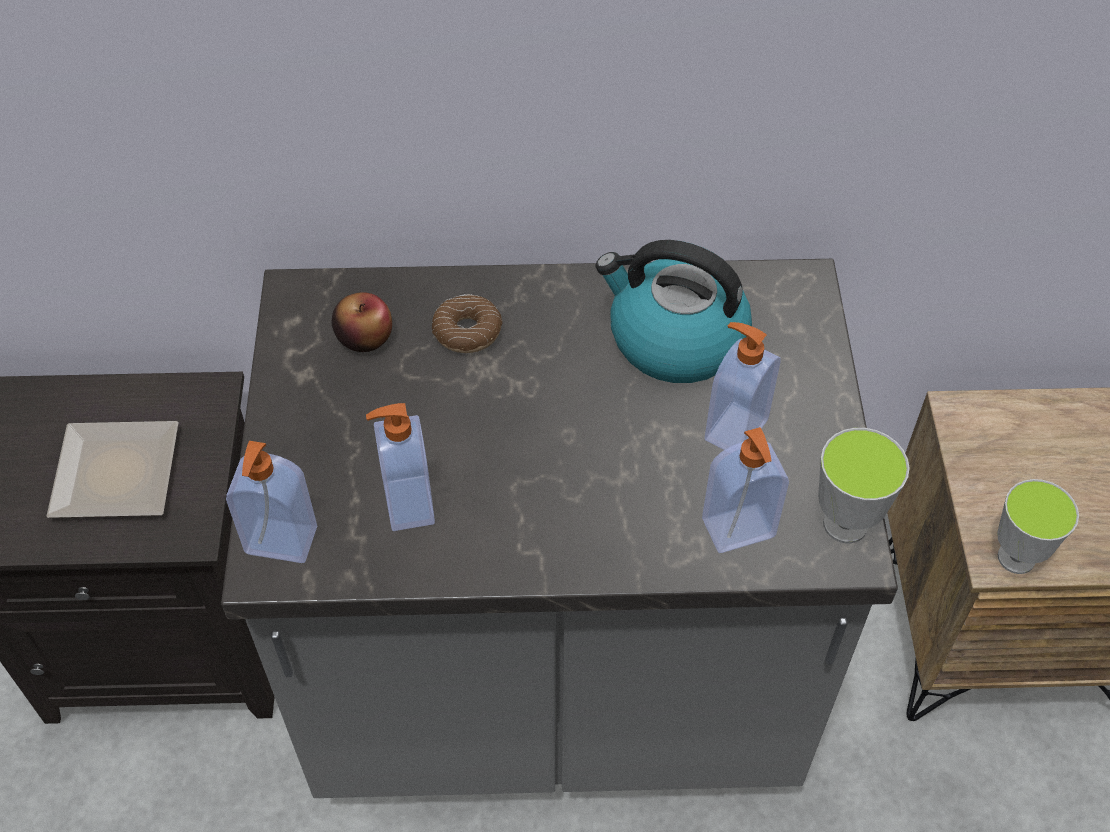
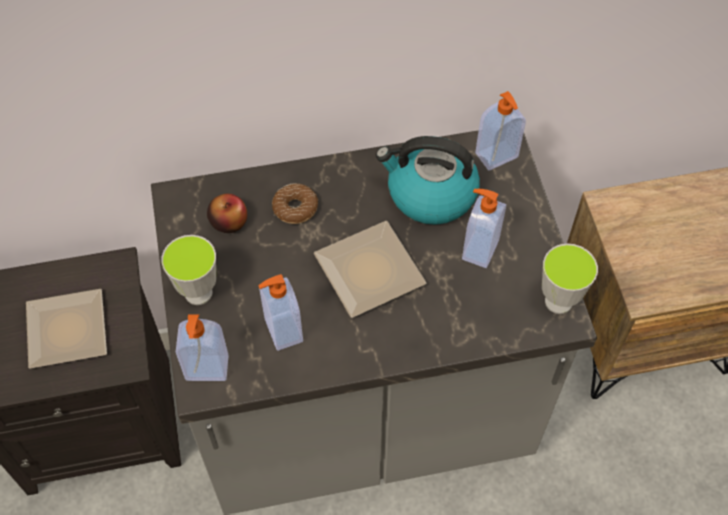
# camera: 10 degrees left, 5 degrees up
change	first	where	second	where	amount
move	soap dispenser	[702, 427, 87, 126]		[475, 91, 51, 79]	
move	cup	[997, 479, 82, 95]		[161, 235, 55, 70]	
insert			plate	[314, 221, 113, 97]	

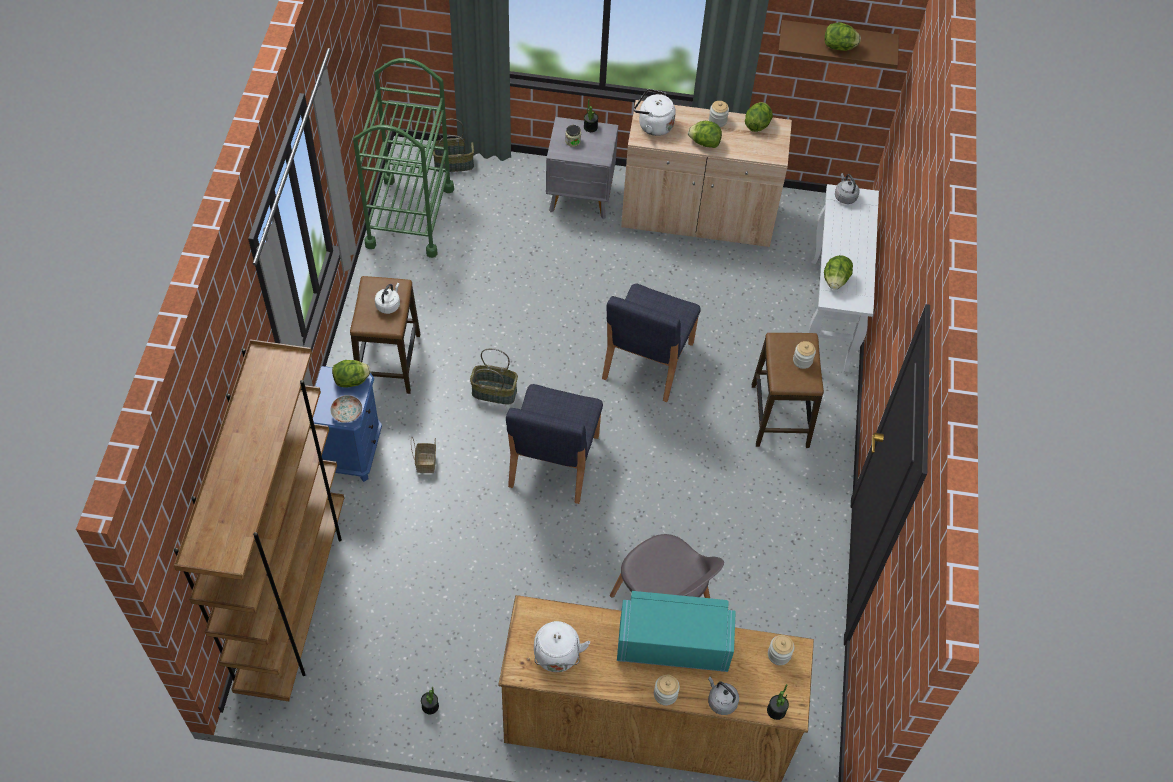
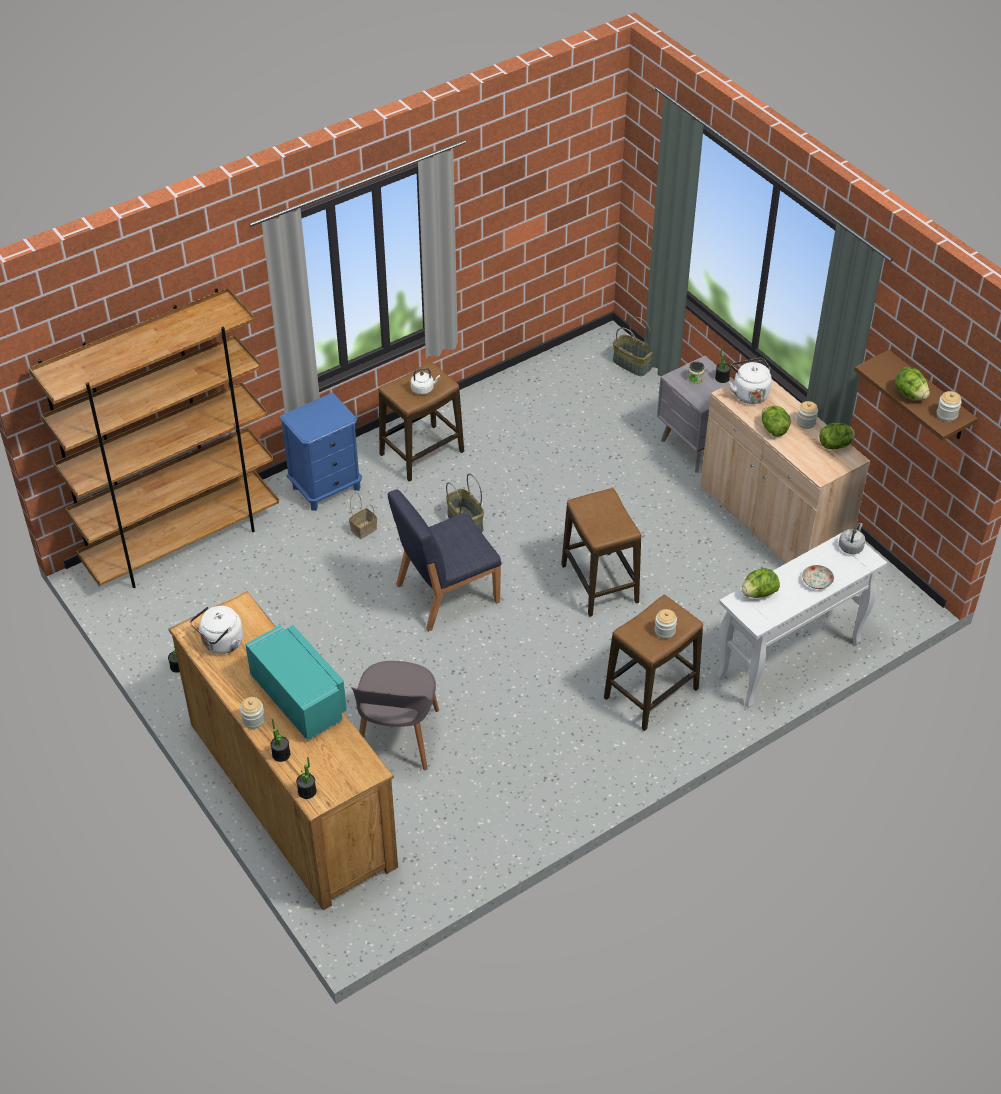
# camera: 50 degrees right, 10 degrees down
change	first	where	second	where	amount
move	plate	[331, 395, 31, 28]		[802, 565, 32, 24]	
delete	lettuce	[332, 360, 38, 27]			
delete	cart in green	[353, 58, 101, 200]			
replace	chair in blue	[602, 284, 99, 118]	stool	[561, 488, 80, 129]	
replace	kettle in grey	[708, 677, 31, 38]	potted plant	[270, 718, 20, 44]	
move	jar	[768, 635, 26, 31]		[937, 391, 25, 31]	

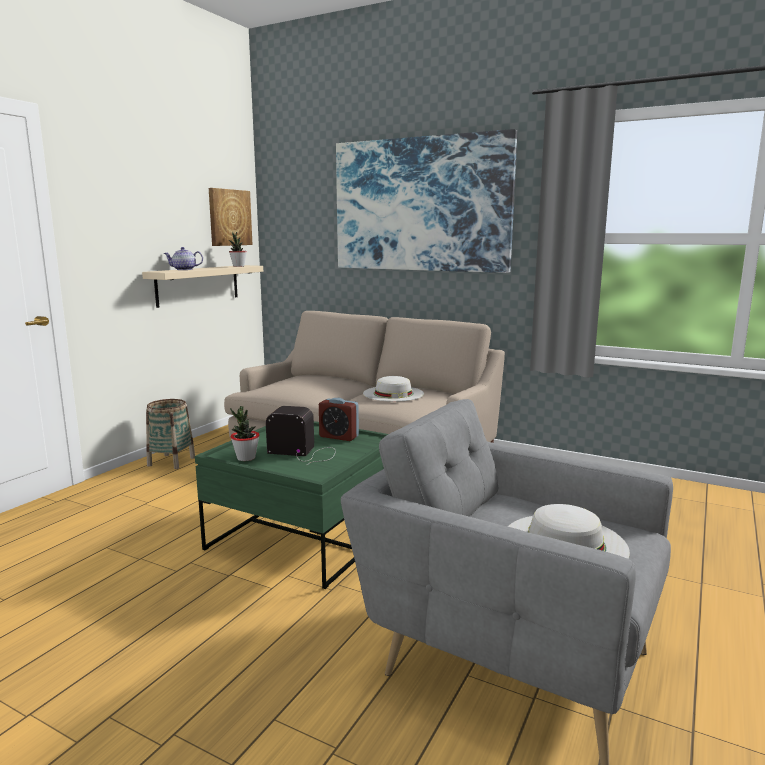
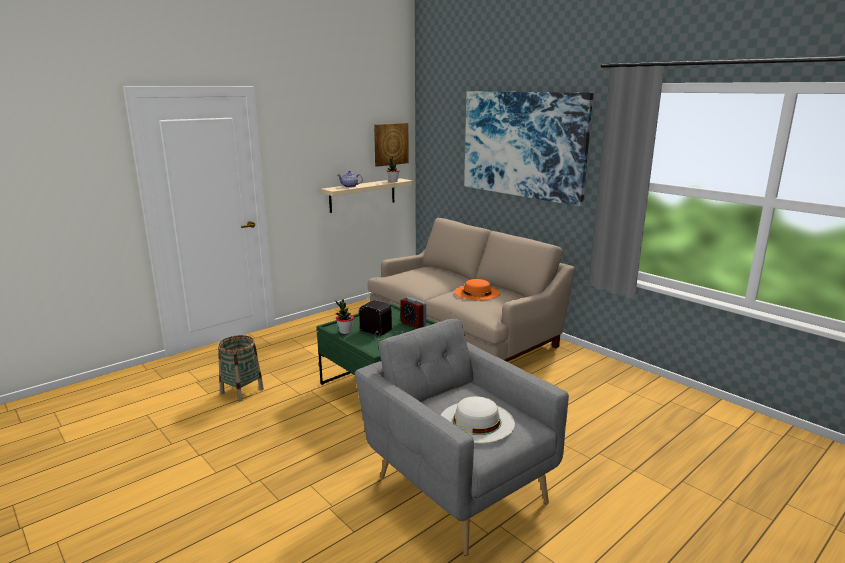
# camera: 20 degrees right, 5 degrees up
change	first	where	second	where	amount
move	basket	[146, 399, 49, 70]		[218, 335, 46, 67]	
recolor	hat in white	[363, 376, 61, 26]	hat in orange	[455, 279, 45, 21]	

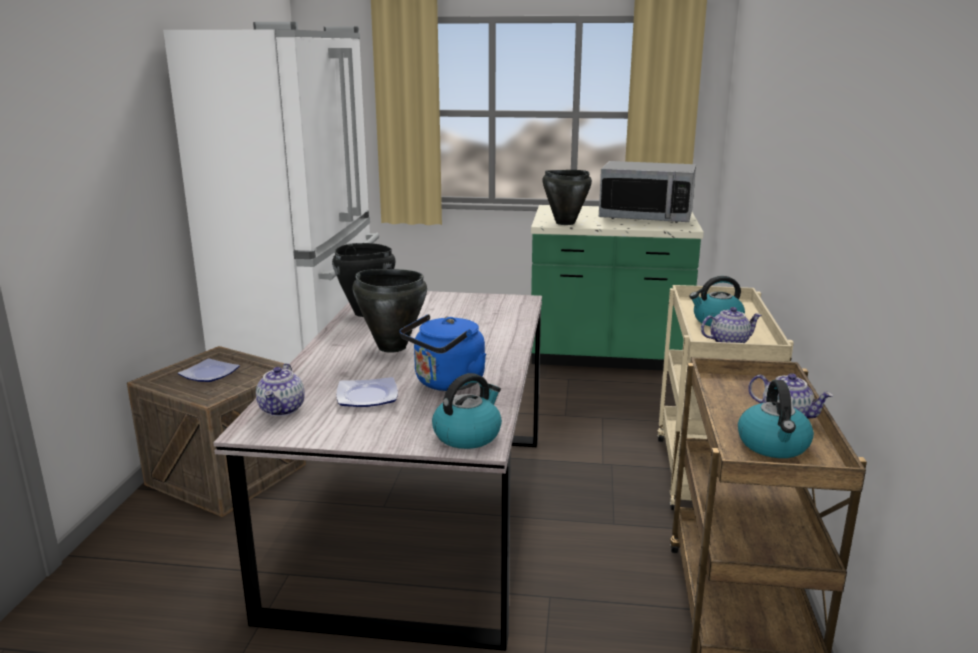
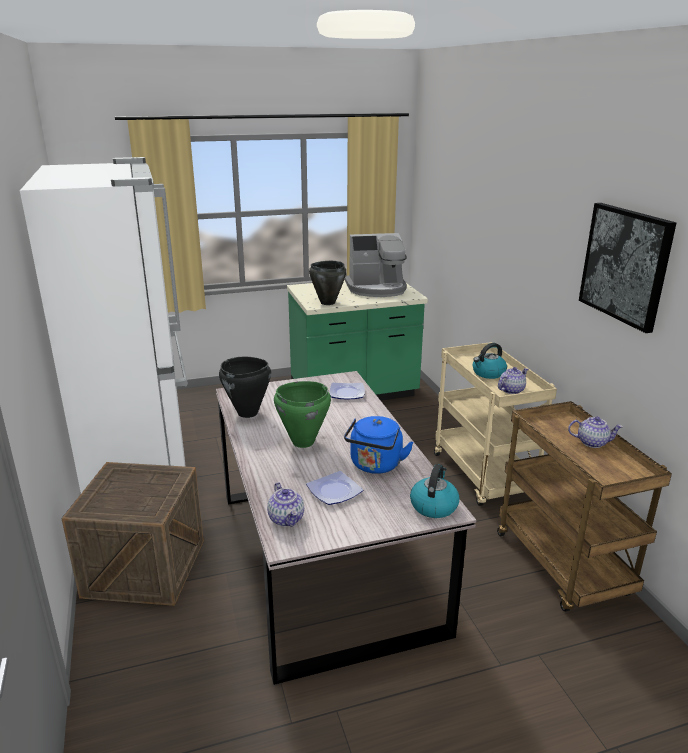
# camera: 25 degrees left, 5 degrees up
change	first	where	second	where	amount
move	plate	[178, 358, 62, 24]		[330, 383, 35, 17]	
recolor	cooking pot in black	[353, 269, 74, 84]	cooking pot in green	[274, 381, 57, 67]	
replace	microwave	[599, 161, 97, 62]	coffee machine	[345, 233, 62, 64]	
delete	kettle	[738, 380, 76, 78]			
insert			picture	[579, 203, 98, 130]	

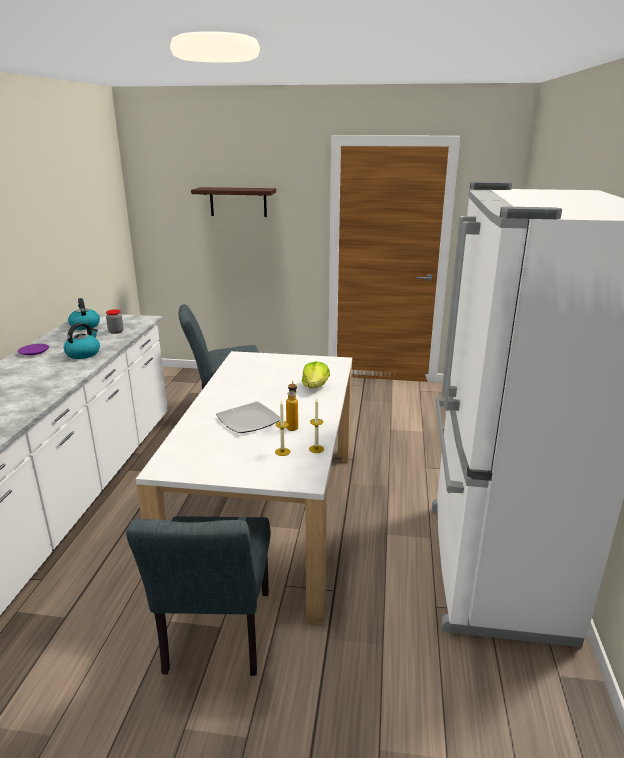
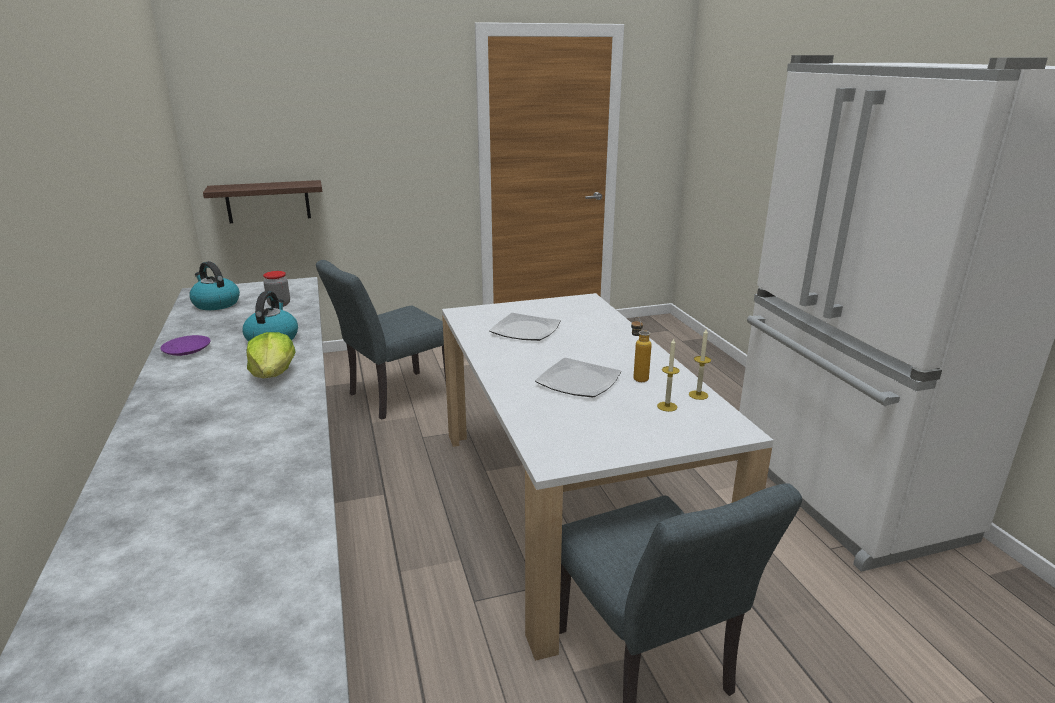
# camera: 25 degrees left, 0 degrees up
change	first	where	second	where	amount
move	shelf	[191, 187, 85, 30]		[203, 180, 119, 43]	
move	lettuce	[302, 361, 28, 27]		[247, 332, 49, 46]	
insert			plate	[489, 313, 72, 28]	

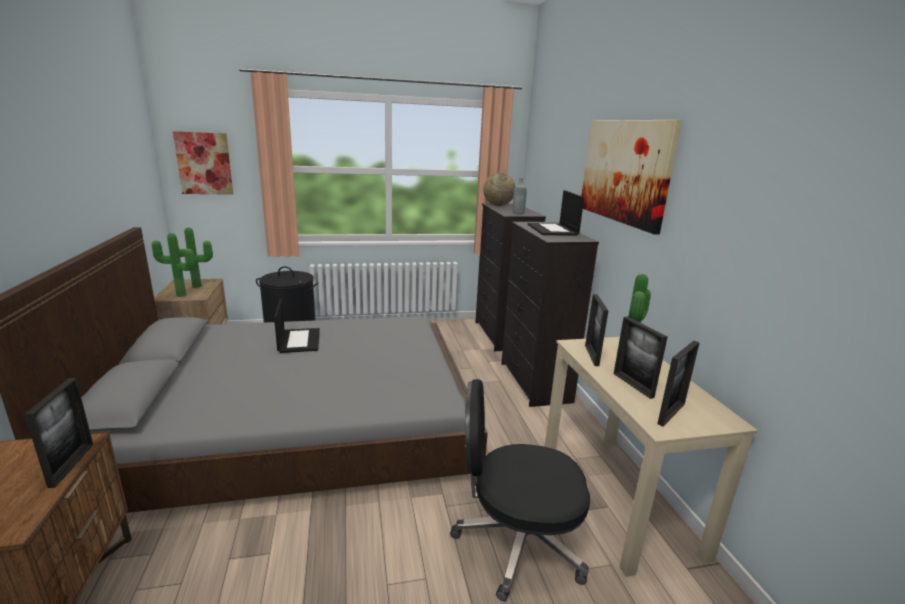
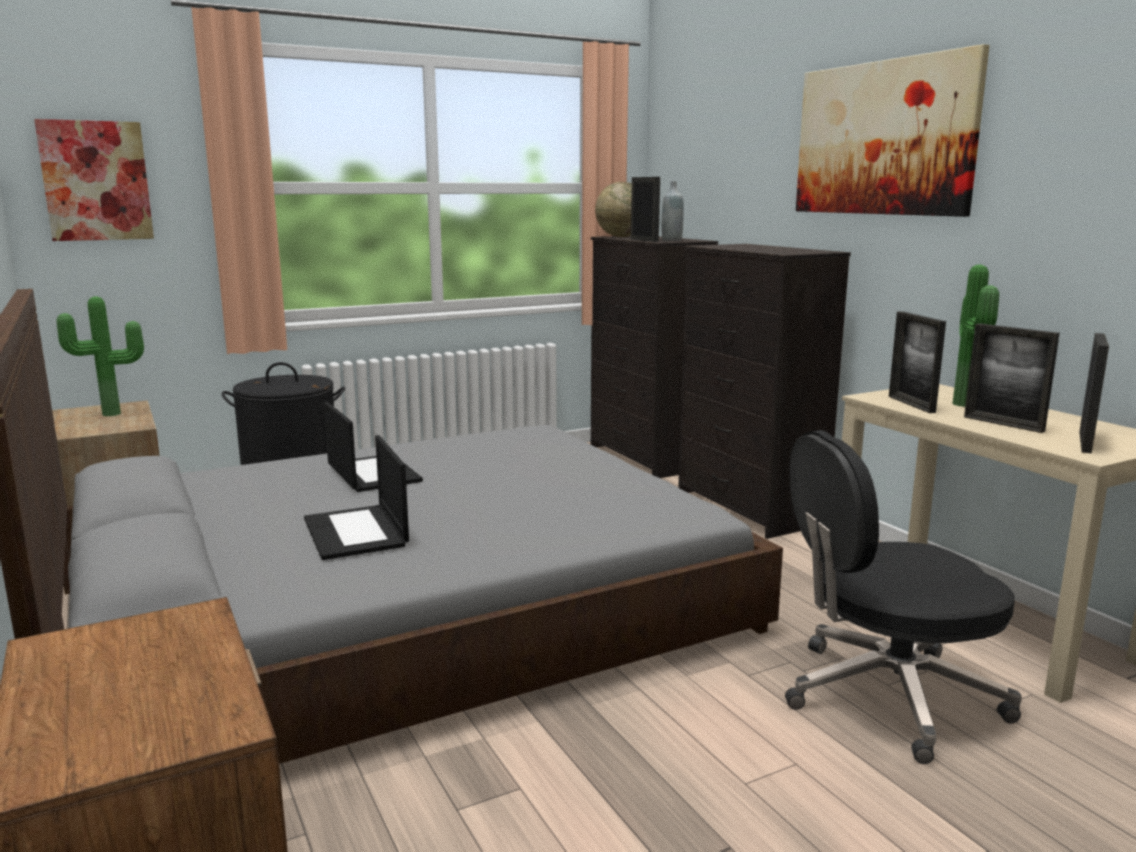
# camera: 15 degrees left, 5 degrees down
change	first	where	second	where	amount
move	picture frame	[24, 378, 69, 110]		[631, 177, 29, 65]	
delete	potted plant	[152, 233, 43, 64]			
move	laptop	[528, 190, 56, 46]		[304, 435, 105, 125]	

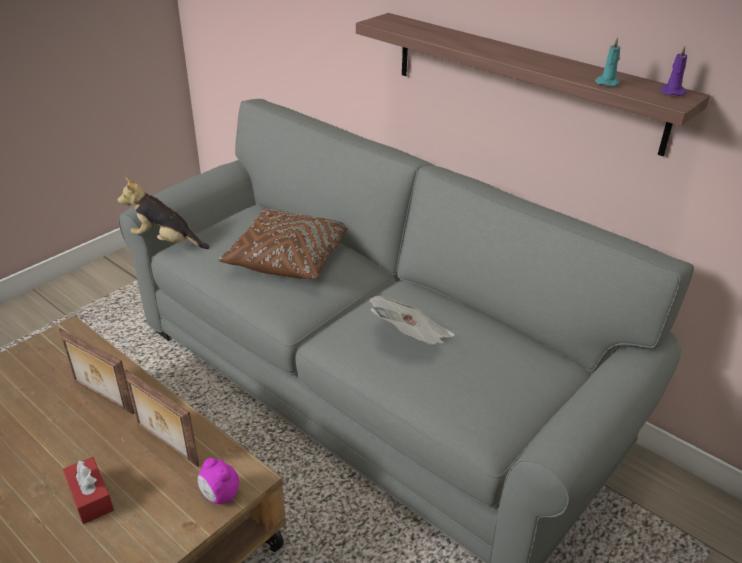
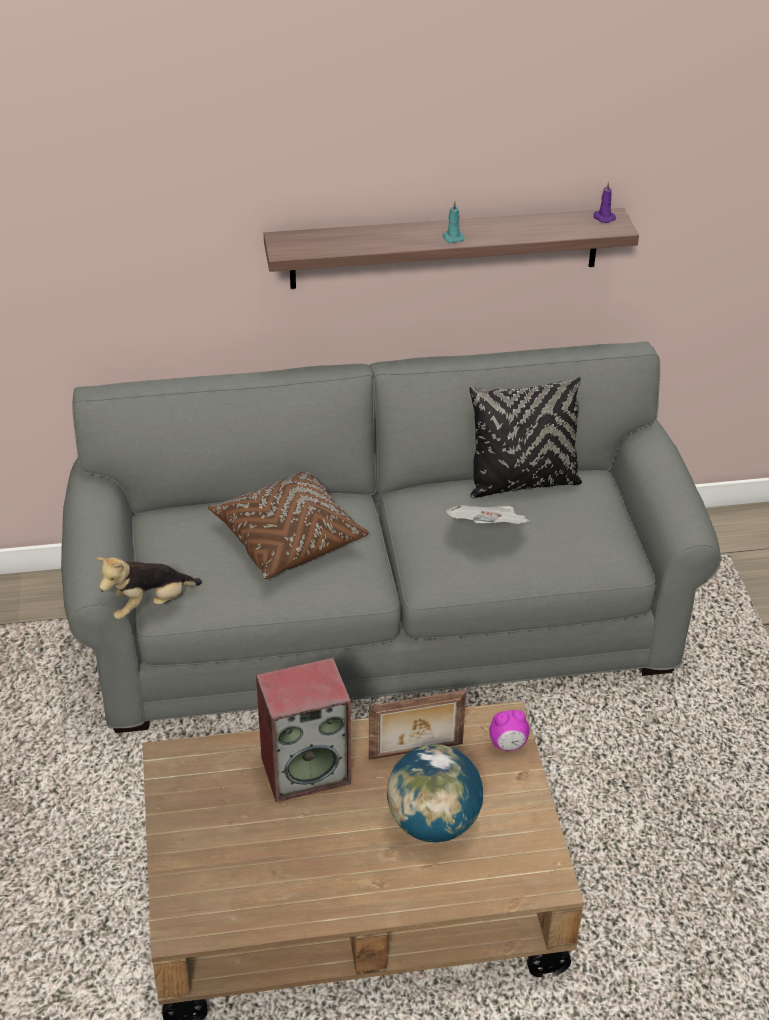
# camera: 50 degrees left, 5 degrees up
change	first	where	second	where	amount
replace	picture frame	[59, 328, 75, 86]	speaker	[256, 658, 95, 144]	
replace	tissue box in red	[63, 457, 51, 67]	globe	[387, 744, 96, 98]	
move	candle in turquoise	[595, 37, 26, 50]		[442, 201, 23, 42]	
insert			pillow in black	[469, 377, 113, 121]	

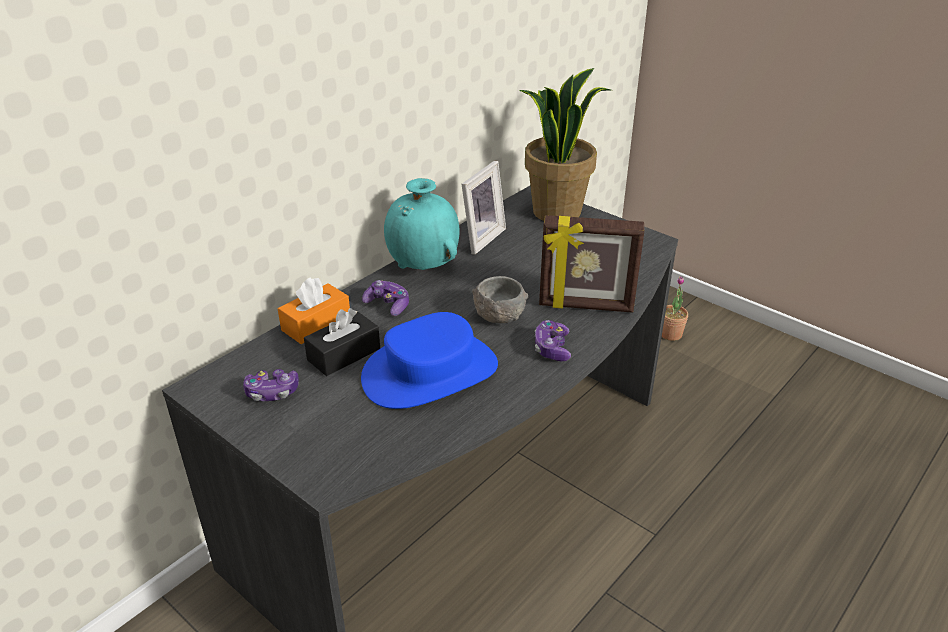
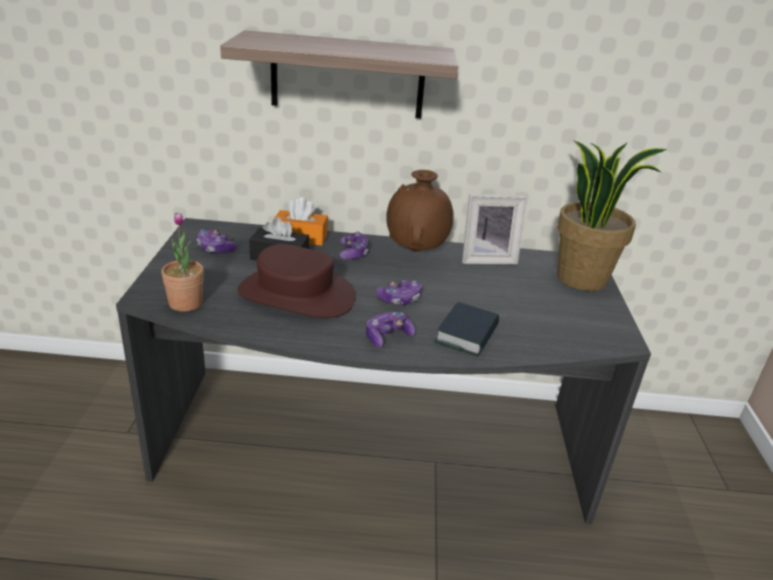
# camera: 50 degrees right, 5 degrees down
change	first	where	second	where	amount
recolor	hat in blue	[361, 312, 137, 97]	hat in brown	[237, 244, 119, 74]	
recolor	vase in turquoise	[384, 178, 76, 92]	vase in brown	[386, 170, 67, 82]	
replace	bowl in grey	[472, 276, 56, 47]	game controller	[376, 280, 46, 25]	
replace	picture frame	[539, 215, 106, 98]	book	[435, 302, 64, 55]	
move	potted plant	[662, 276, 26, 65]		[161, 212, 43, 100]	
insert			shelf	[220, 30, 238, 88]	

